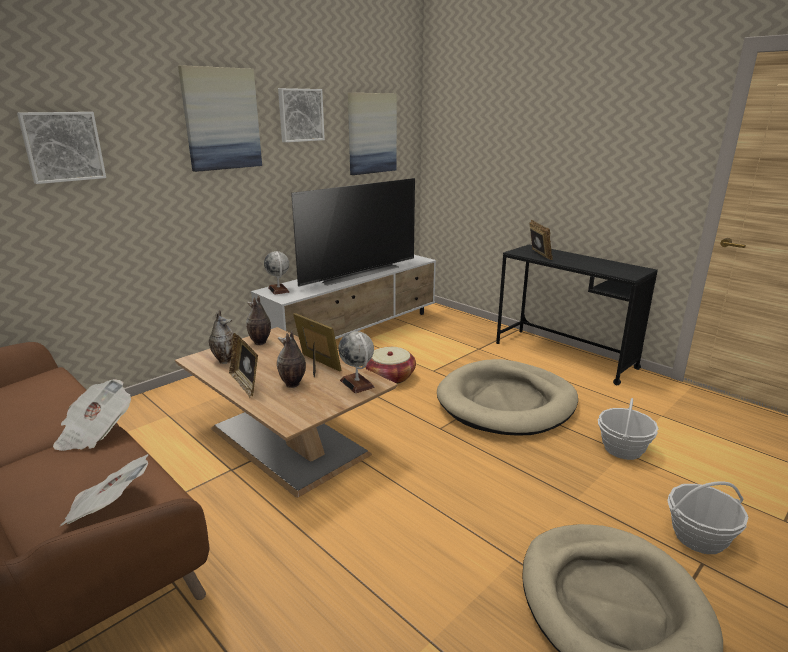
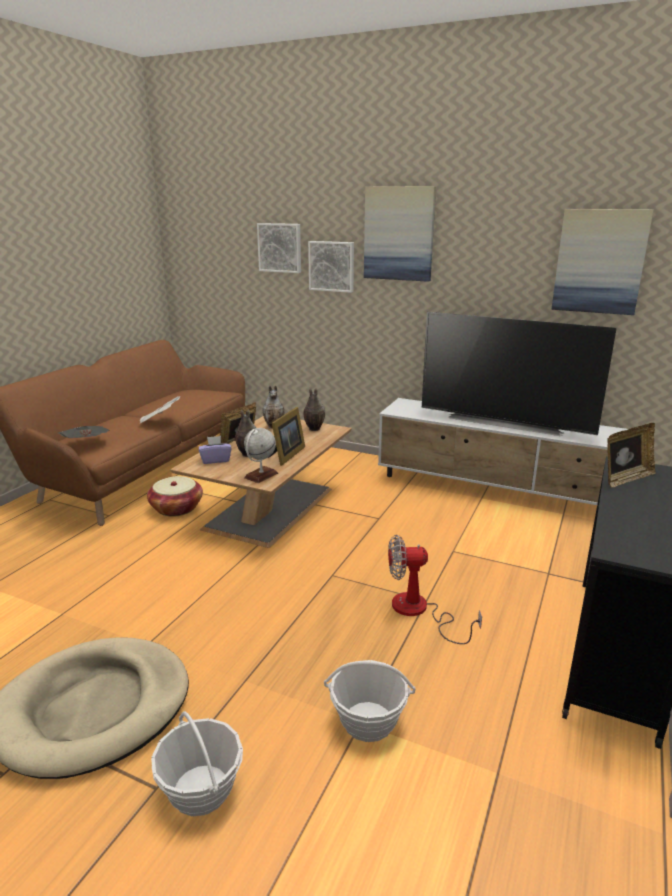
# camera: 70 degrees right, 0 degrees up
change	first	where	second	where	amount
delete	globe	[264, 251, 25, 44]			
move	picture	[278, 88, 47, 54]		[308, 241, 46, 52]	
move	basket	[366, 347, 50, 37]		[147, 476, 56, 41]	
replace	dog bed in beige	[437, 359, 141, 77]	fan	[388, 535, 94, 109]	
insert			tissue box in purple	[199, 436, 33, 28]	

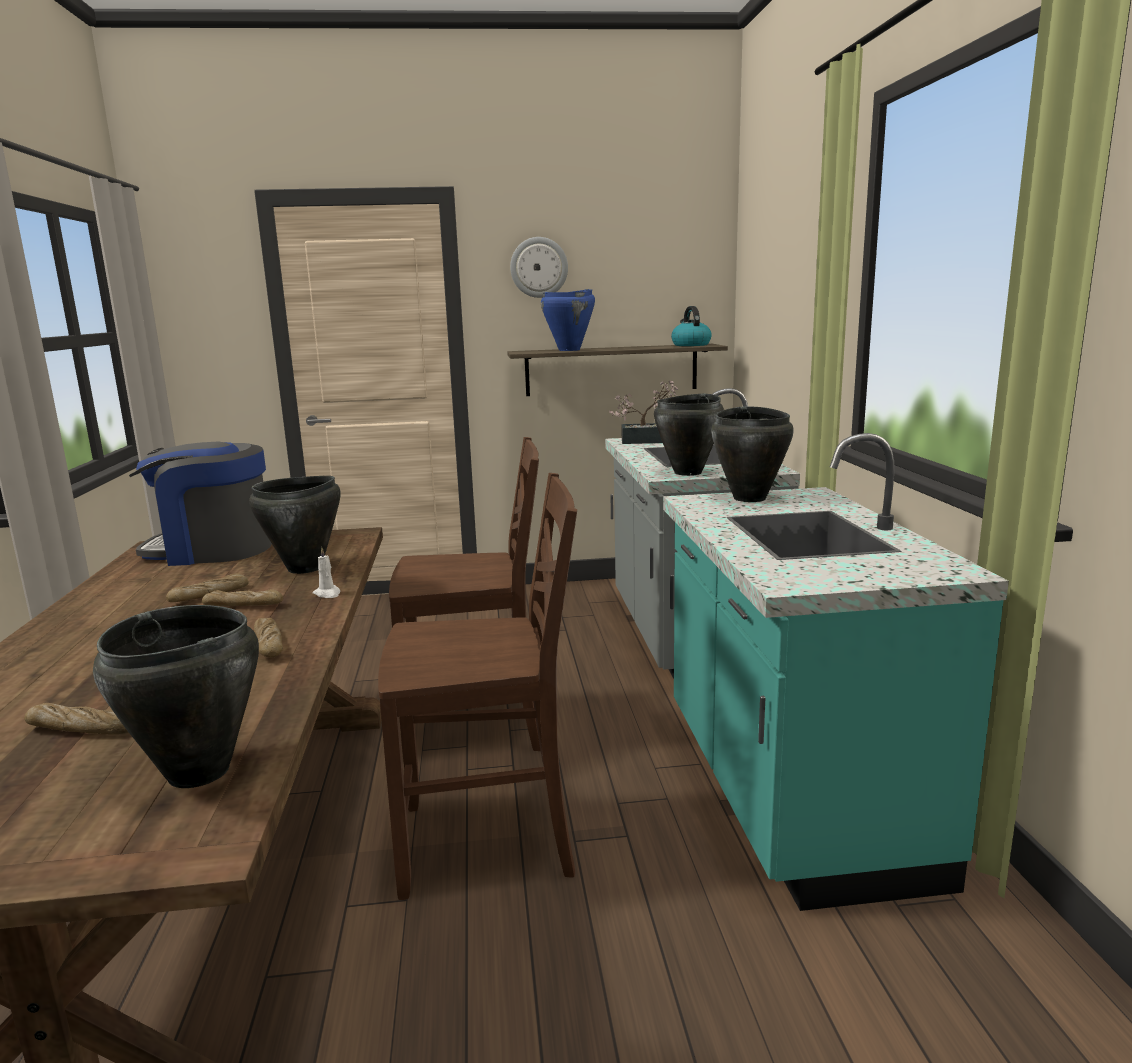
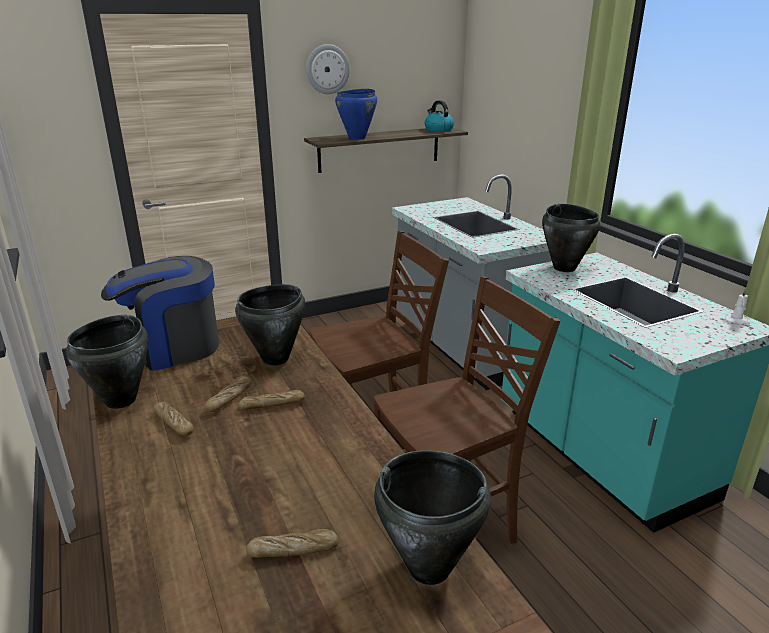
# camera: 20 degrees left, 10 degrees up
change	first	where	second	where	amount
move	bread	[254, 618, 29, 40]		[153, 402, 41, 34]	
move	candle in white	[313, 547, 28, 51]		[725, 289, 25, 36]	
delete	potted plant	[609, 380, 69, 64]			
move	cooking pot in black	[654, 393, 70, 83]		[66, 315, 82, 94]	

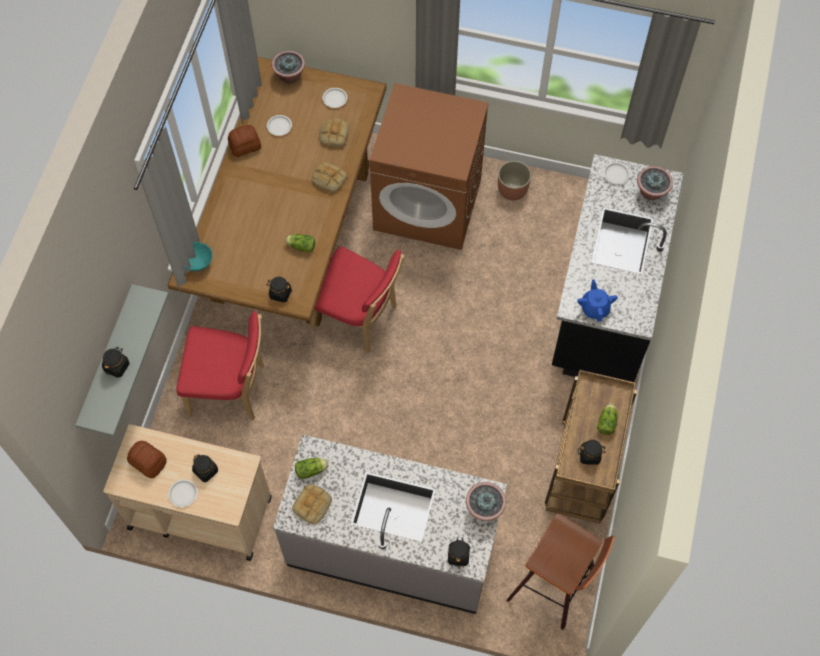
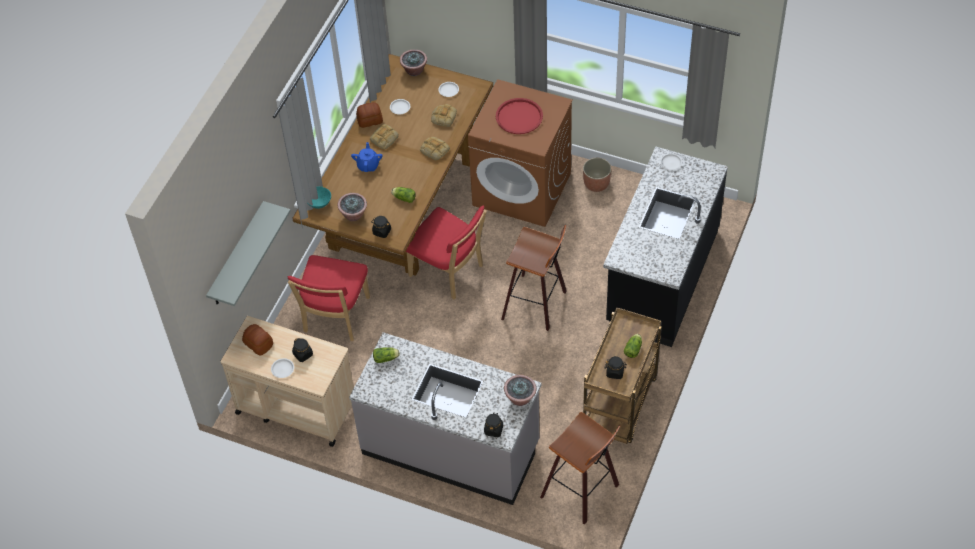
# camera: 10 degrees right, 10 degrees down
change	first	where	second	where	amount
delete	jar in black	[102, 347, 28, 31]			
rotate	chair in red	[176, 311, 88, 110]		[288, 255, 82, 86]	90 degrees clockwise
move	bread	[292, 483, 40, 42]		[370, 124, 29, 26]	
move	teapot in blue	[577, 279, 41, 43]		[351, 142, 32, 30]	
move	potted plant	[637, 166, 36, 34]		[337, 193, 30, 28]	
insert			tray in red	[496, 98, 47, 36]	
insert			stool	[501, 225, 66, 106]	

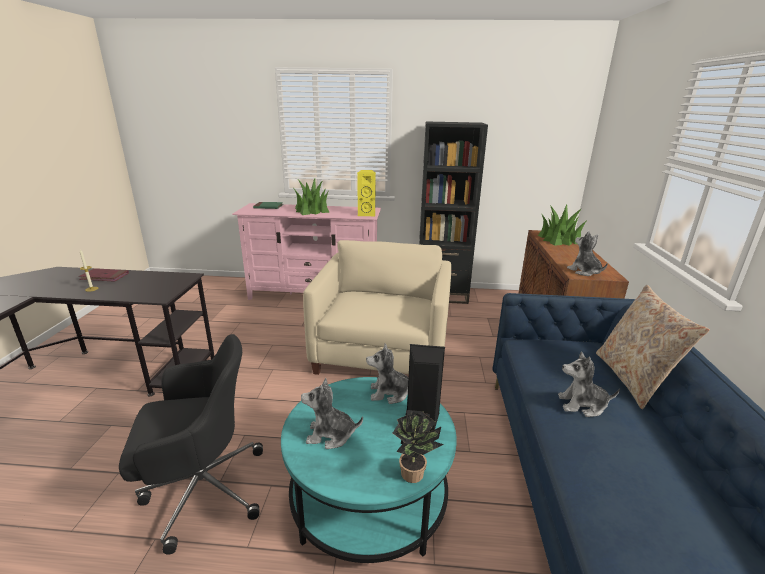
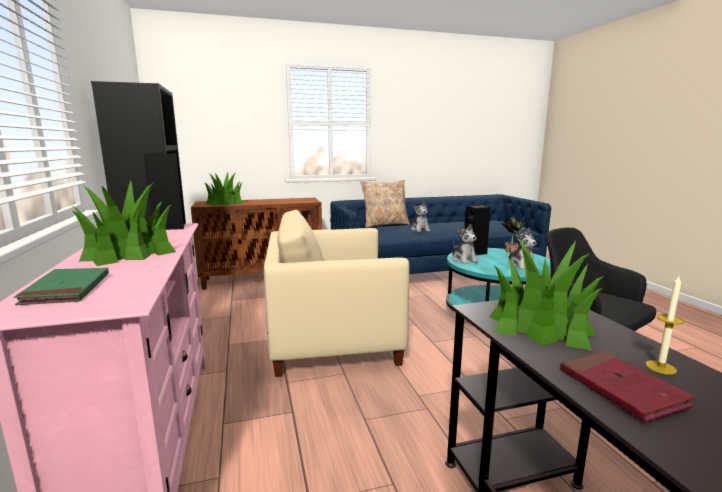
# camera: 110 degrees left, 10 degrees down
change	first	where	second	where	amount
recolor	speaker in yellow	[357, 170, 19, 46]	speaker in black	[143, 153, 42, 77]	
delete	plush toy	[567, 231, 41, 45]			
insert			potted plant	[489, 239, 114, 111]	

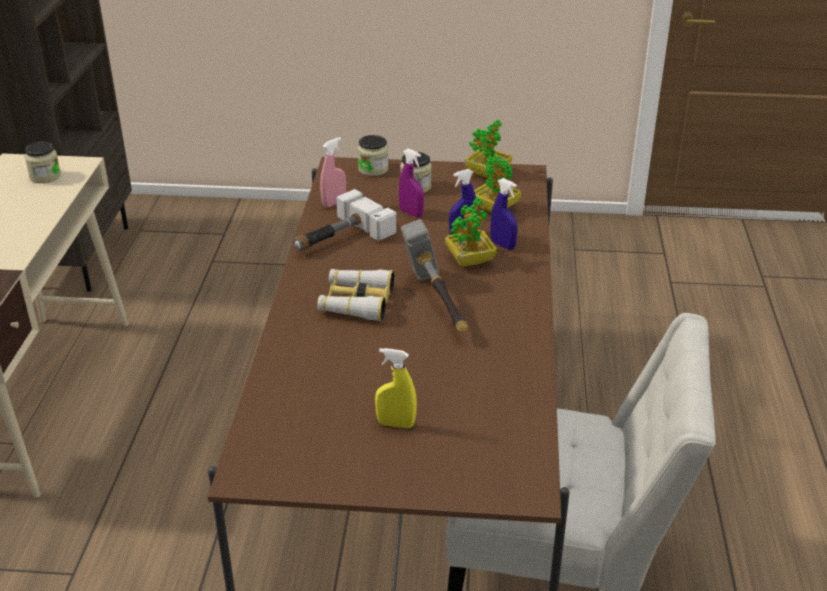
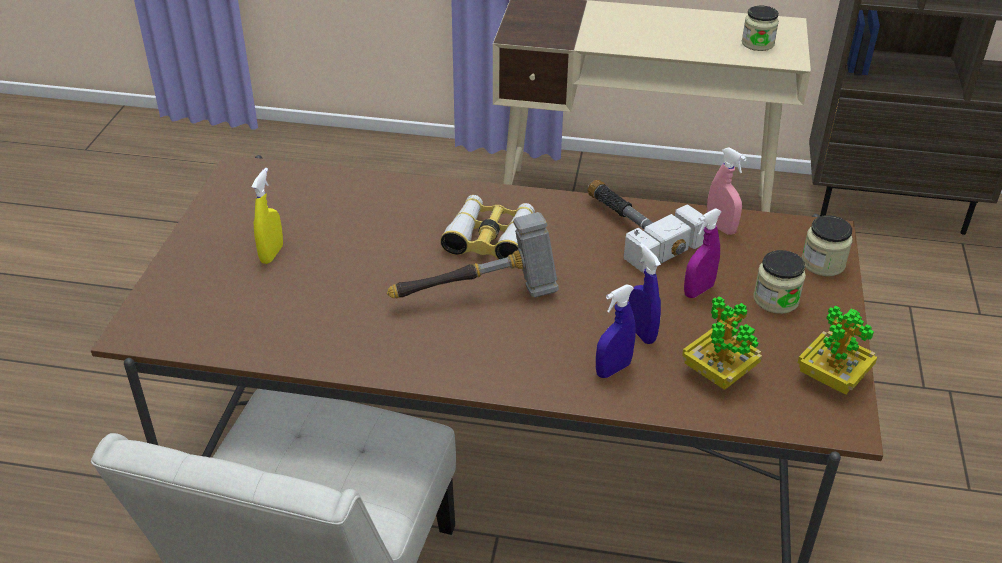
# camera: 95 degrees right, 5 degrees up
change	first	where	second	where	amount
delete	potted plant	[445, 197, 52, 69]			

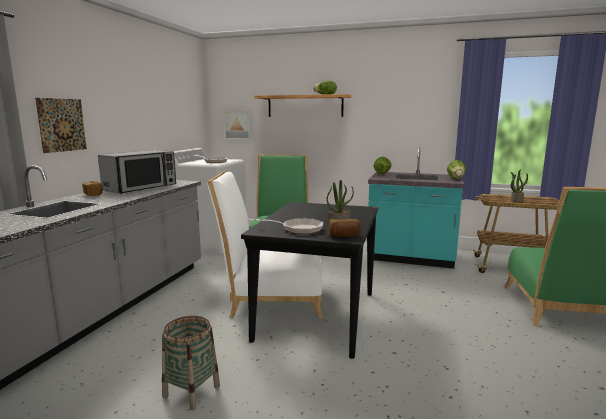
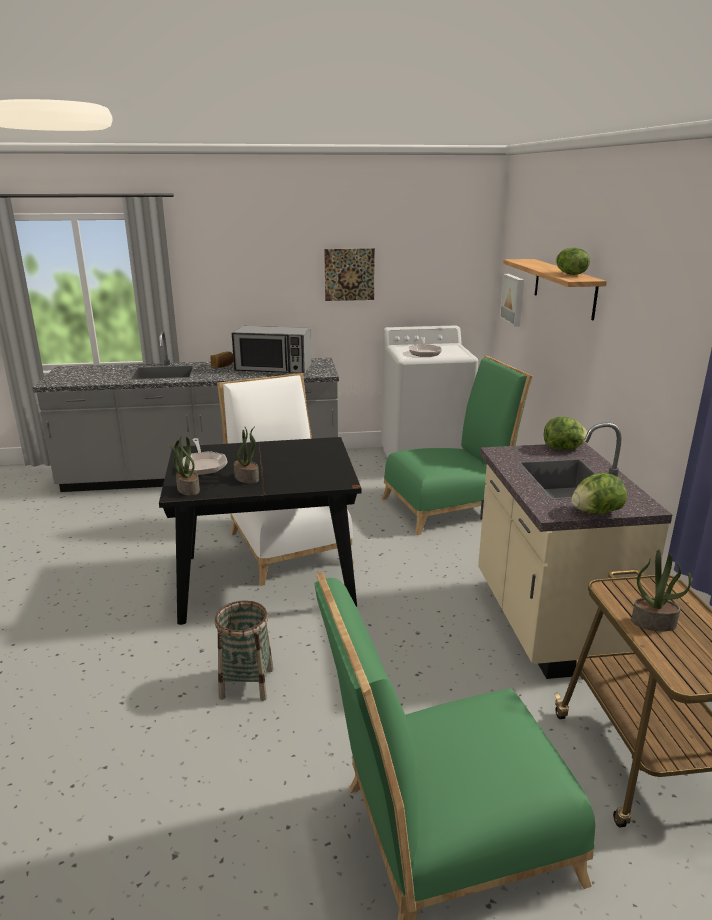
# camera: 65 degrees right, 10 degrees up
change	first	where	second	where	amount
move	picture	[35, 98, 52, 55]		[324, 248, 51, 53]	
move	basket	[162, 316, 58, 94]		[215, 600, 58, 101]	
replace	bread	[329, 219, 32, 18]	potted plant	[168, 437, 32, 59]	
recolor	counter in turquoise	[368, 148, 96, 121]	counter in beige	[478, 422, 194, 257]	

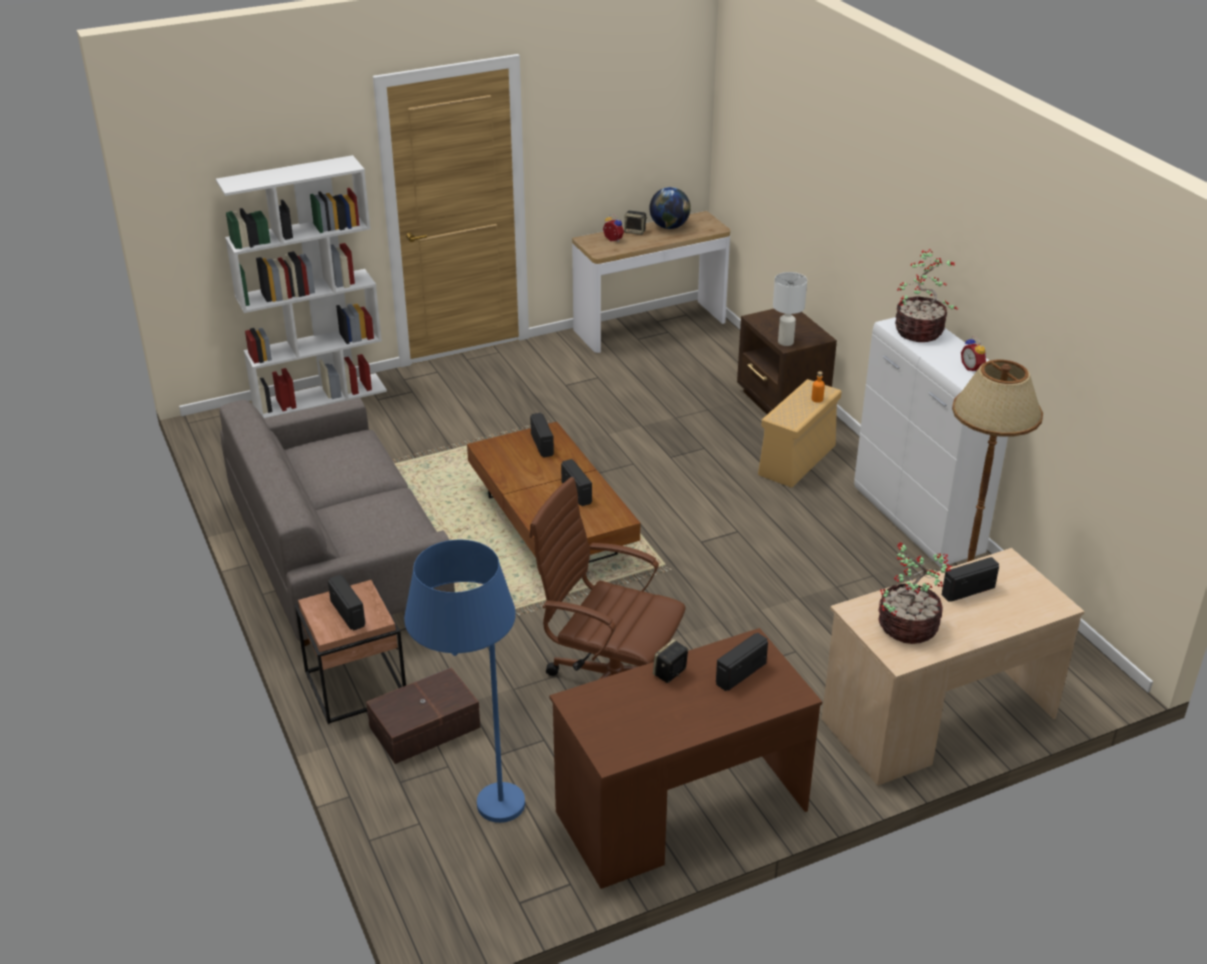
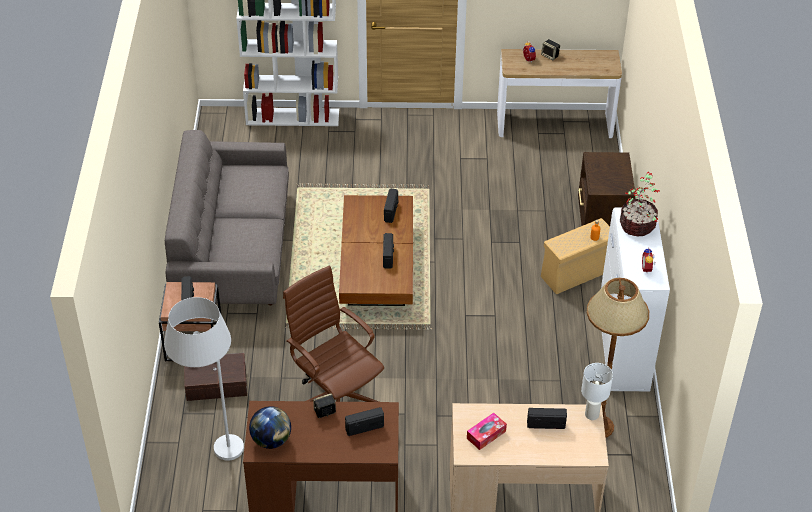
# camera: 25 degrees right, 10 degrees up
change	first	where	second	where	amount
recolor	floor lamp in blue	[404, 540, 121, 283]	floor lamp in white	[164, 297, 80, 164]	
move	globe	[649, 187, 42, 42]		[249, 406, 42, 43]	
move	table lamp in white	[773, 272, 34, 74]		[581, 363, 32, 57]	
replace	potted plant	[878, 542, 74, 102]	tissue box	[467, 413, 40, 37]	

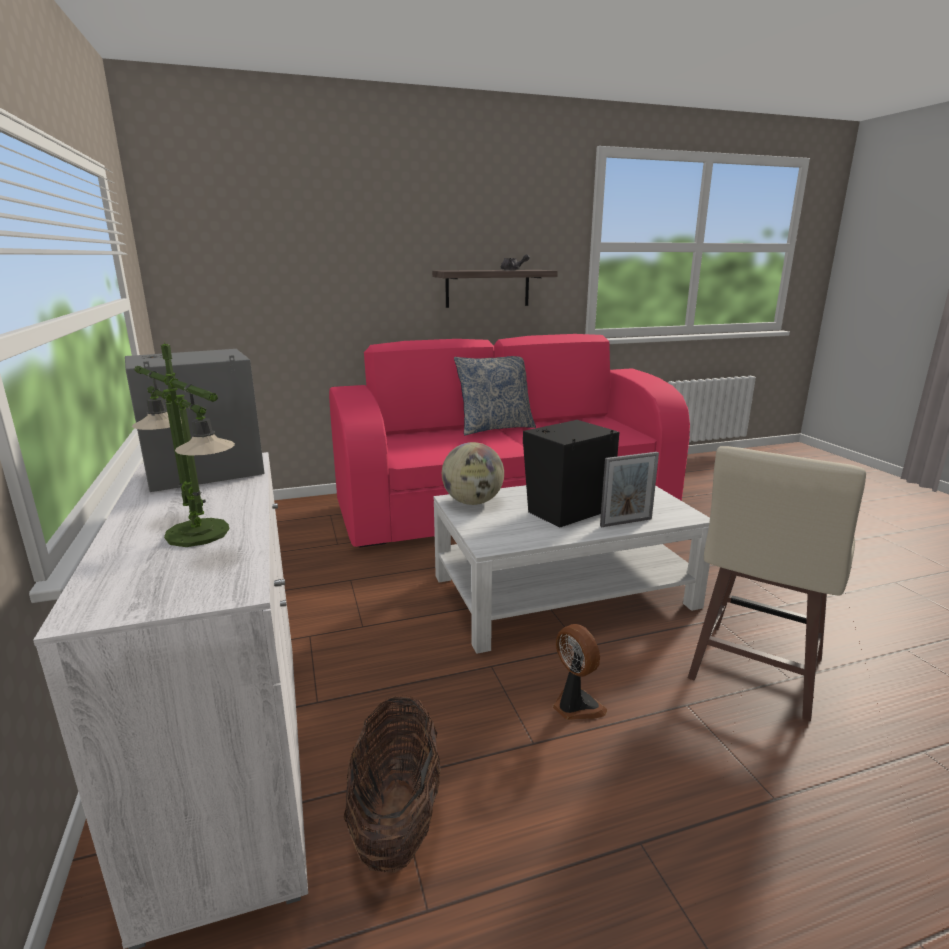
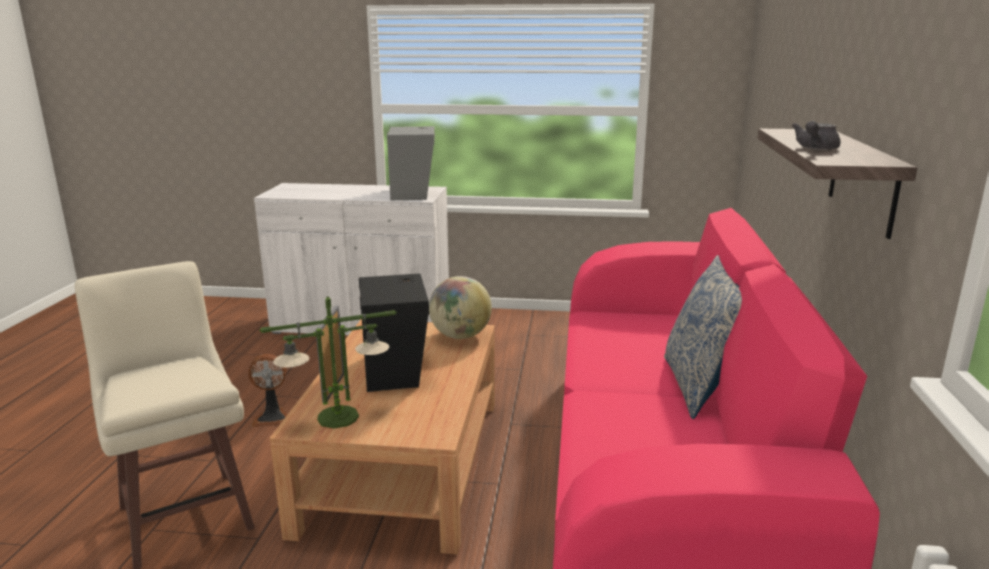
# camera: 115 degrees right, 0 degrees up
change	first	where	second	where	amount
move	table lamp	[132, 342, 103, 205]		[259, 297, 138, 132]	
delete	basket	[344, 695, 97, 178]			
recolor	coffee table in white	[434, 485, 276, 169]	coffee table in brown	[269, 319, 226, 235]	

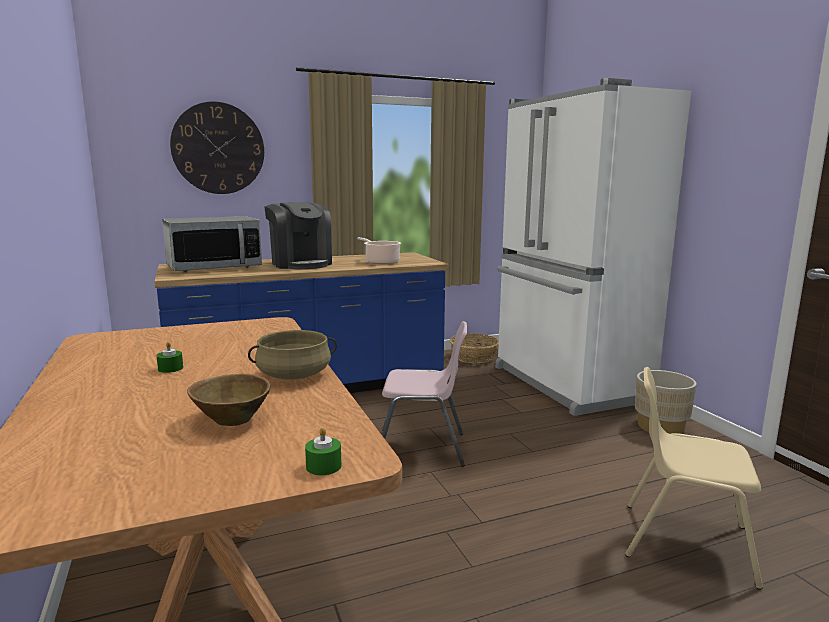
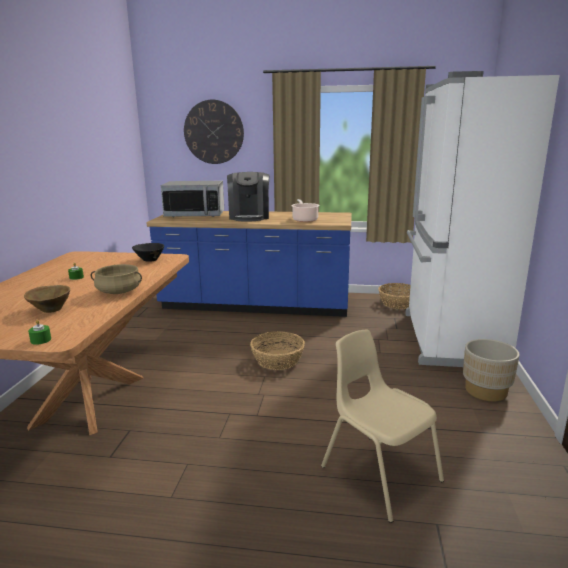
# camera: 30 degrees right, 5 degrees up
change	first	where	second	where	amount
replace	chair in pink	[382, 321, 85, 146]	basket	[250, 331, 55, 39]	
insert			bowl in black	[132, 243, 32, 19]	

